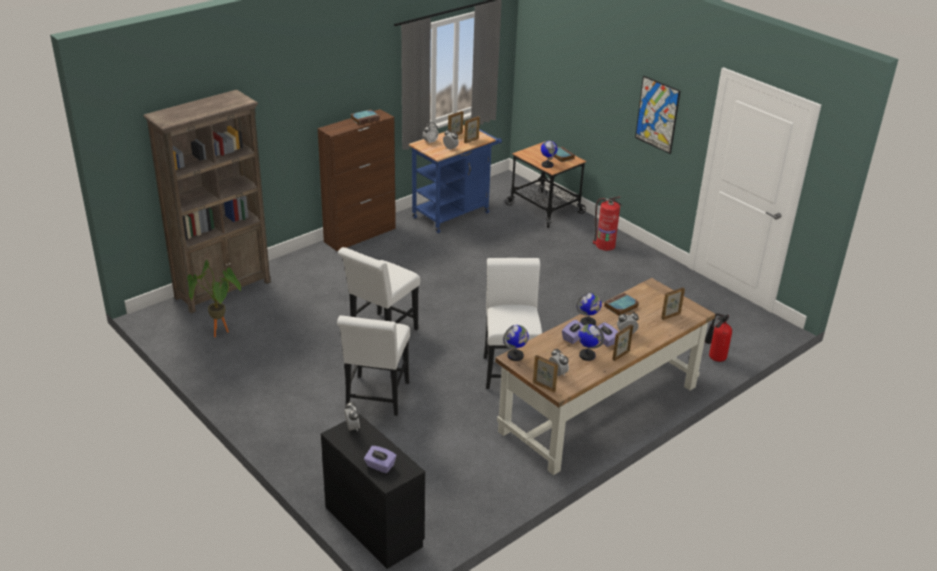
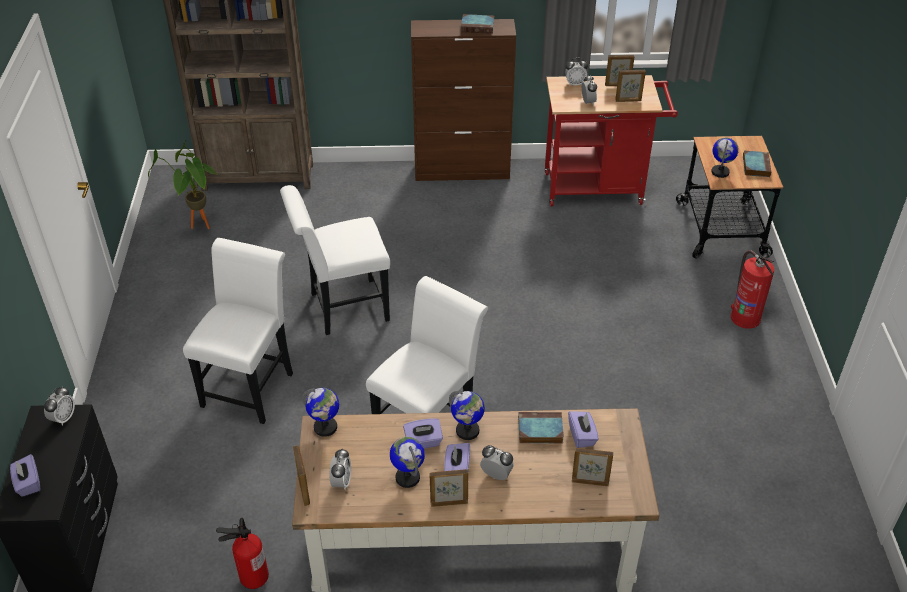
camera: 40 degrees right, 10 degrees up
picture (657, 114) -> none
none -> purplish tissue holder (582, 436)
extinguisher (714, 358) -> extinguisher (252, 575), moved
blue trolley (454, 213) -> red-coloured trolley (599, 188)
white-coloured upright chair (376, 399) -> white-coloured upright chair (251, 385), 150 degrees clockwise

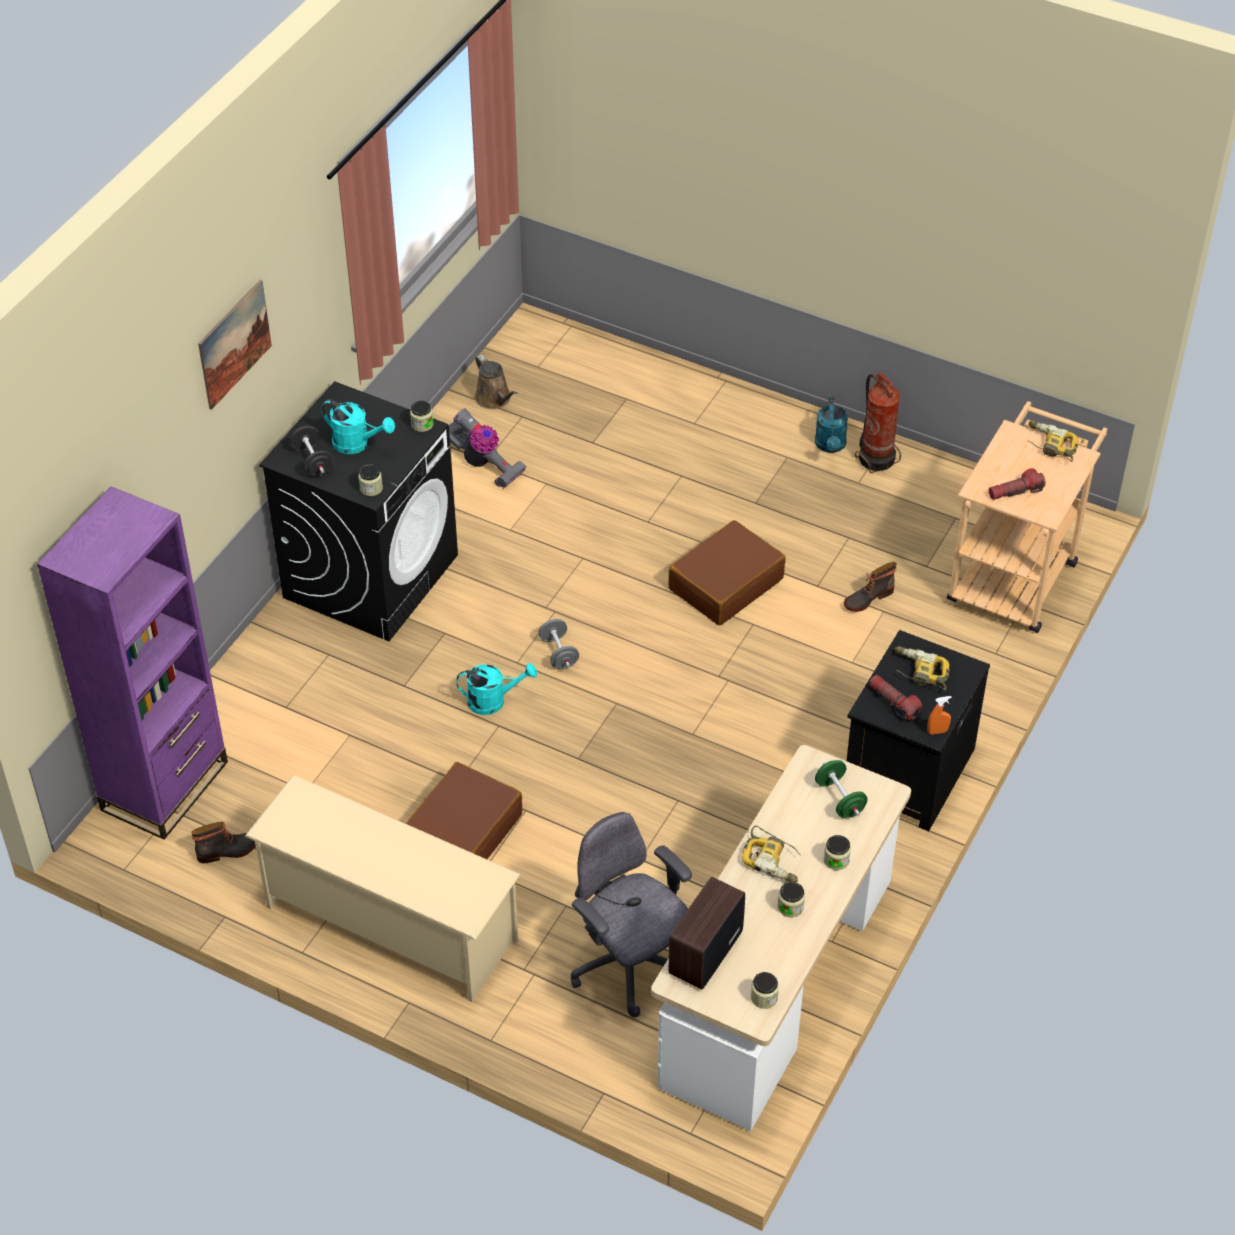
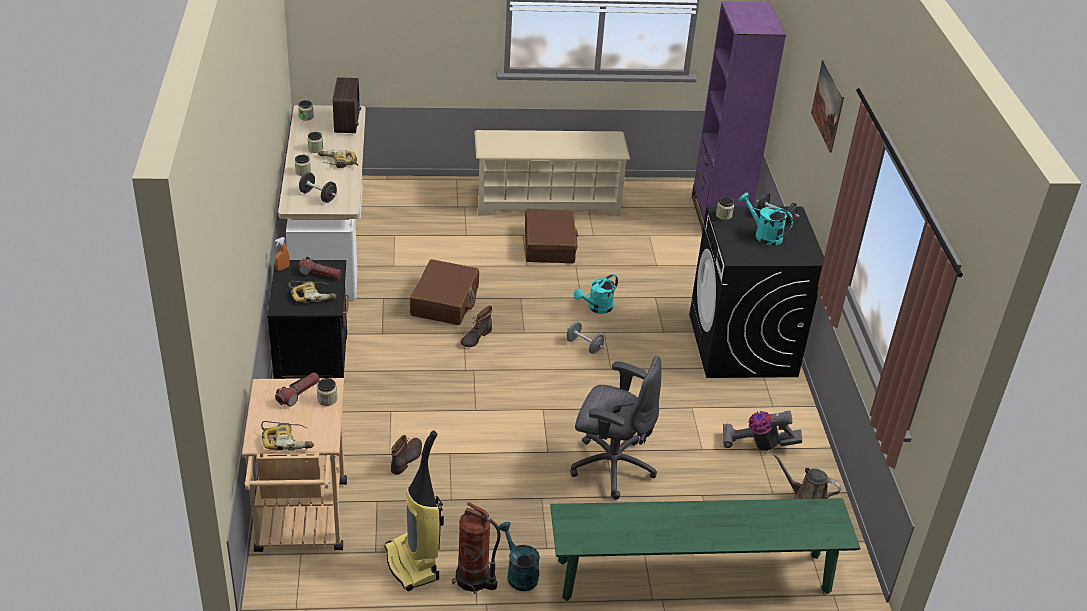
camera: 145 degrees right, 10 degrees down
none -> vacuum (413, 564)
none -> greenish long seat (694, 576)
high-top boot (228, 850) -> high-top boot (475, 337), moved
jar (422, 424) -> jar (327, 399), moved
greyish computer chair (629, 967) -> greyish computer chair (611, 466), moved
brown suitcase (725, 583) -> brown suitcase (445, 301), moved
greenish dumbbell (840, 799) -> black dumbbell (318, 196)
turquoise sprinkling can (357, 444) -> turquoise sprinkling can (763, 235), 45 degrees clockwise

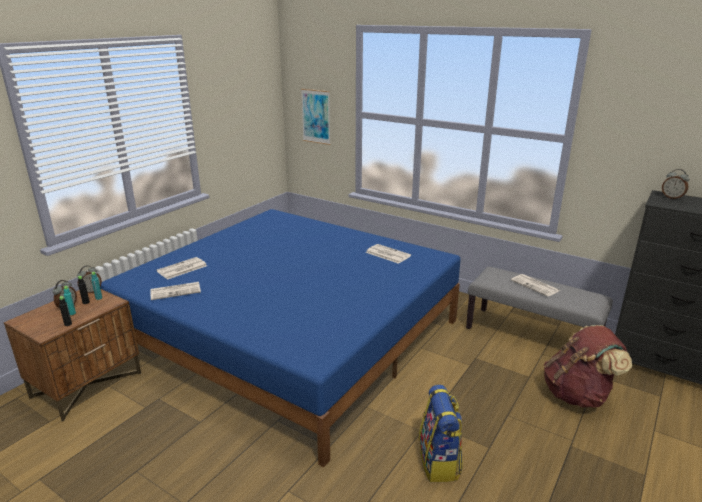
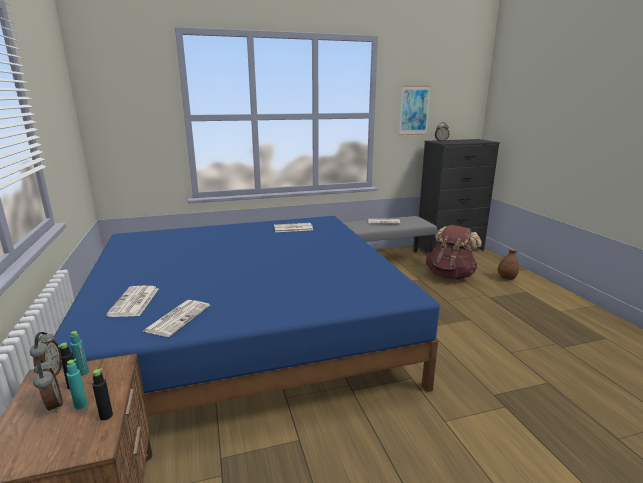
camera: 50 degrees left, 5 degrees down
knapsack (439, 462) -> none
none -> brown vase (506, 278)
picture (316, 116) -> picture (414, 110), moved

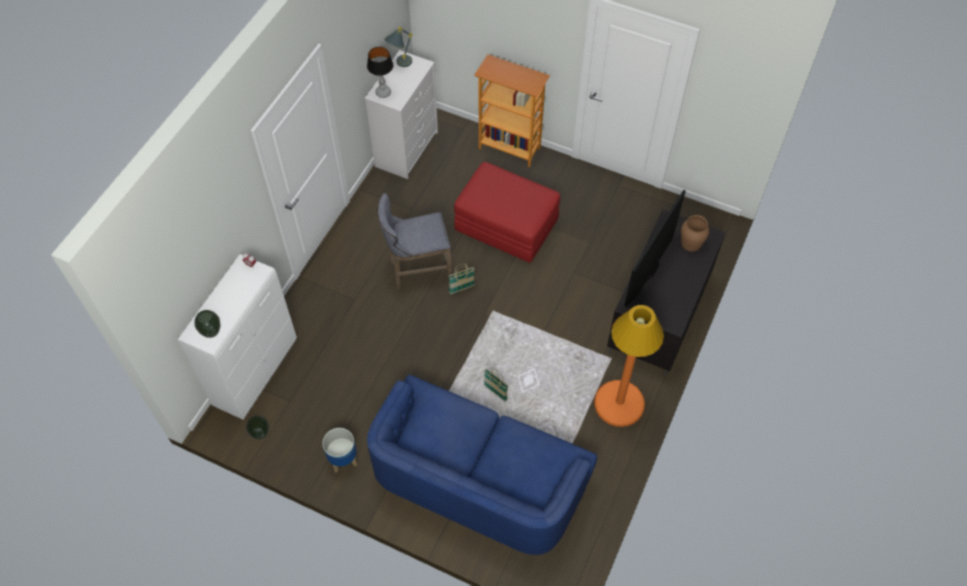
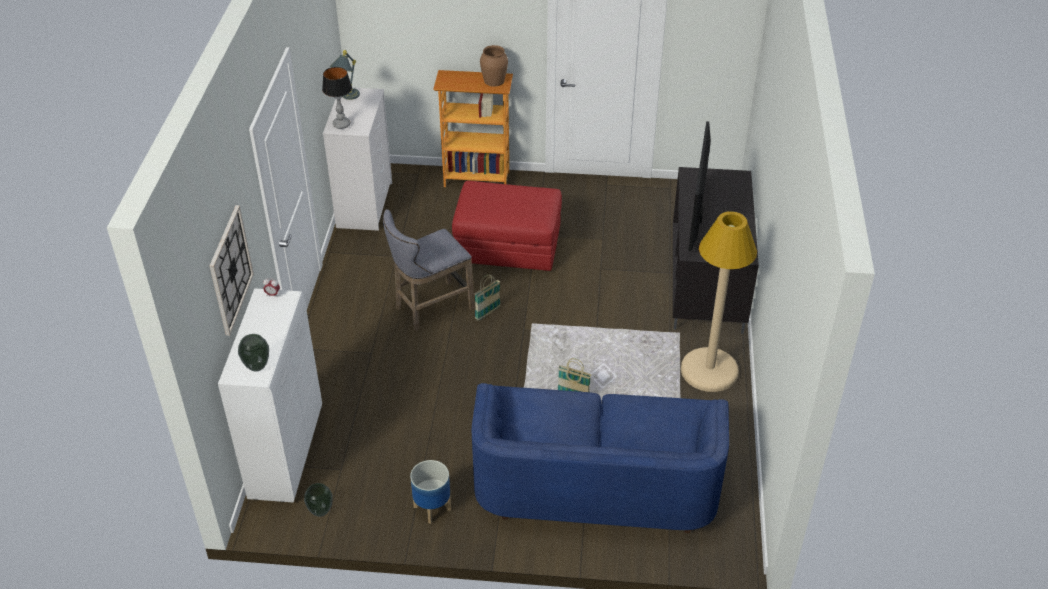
camera: 20 degrees left, 15 degrees down
none -> hanging clock (230, 270)
brown vase (691, 243) -> brown vase (494, 80), moved
orangey standing lamp (619, 403) -> beige-coloured standing lamp (709, 370)

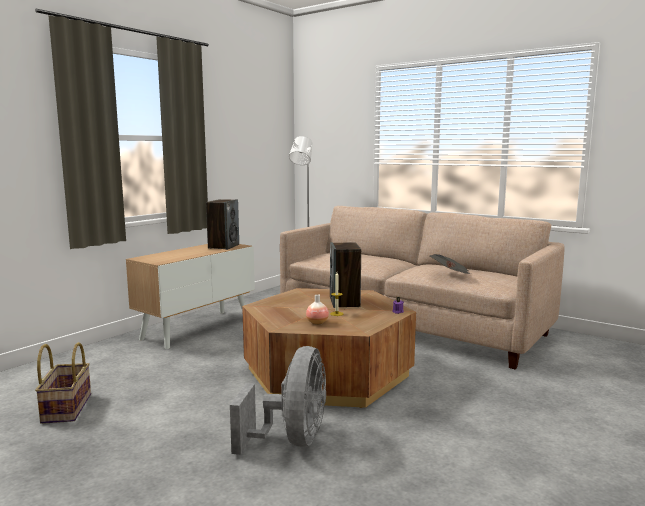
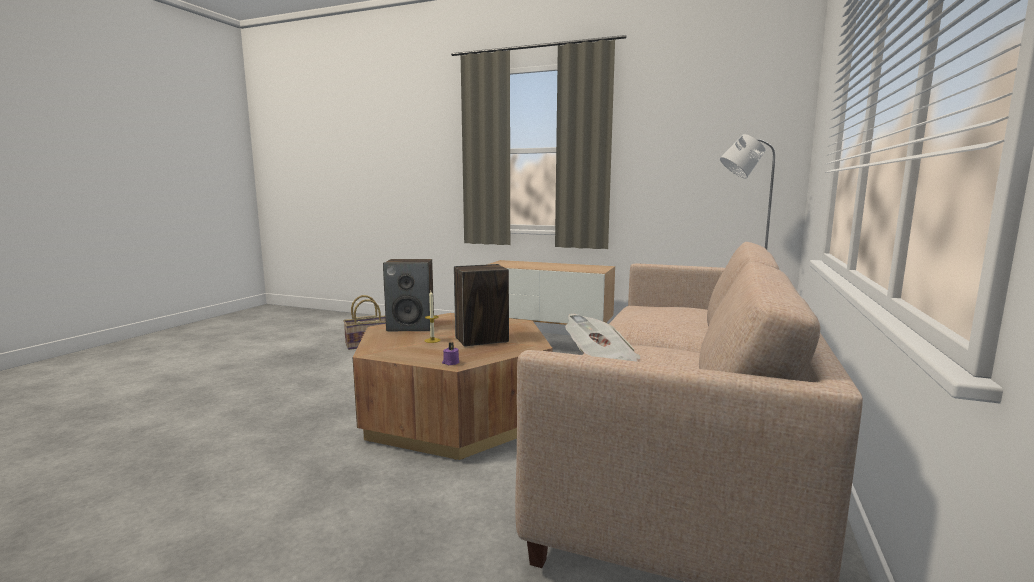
camera: 75 degrees right, 0 degrees up
greyish fan (292, 440) -> none
vase (317, 323) -> none
audio speaker (223, 246) -> audio speaker (411, 327), moved

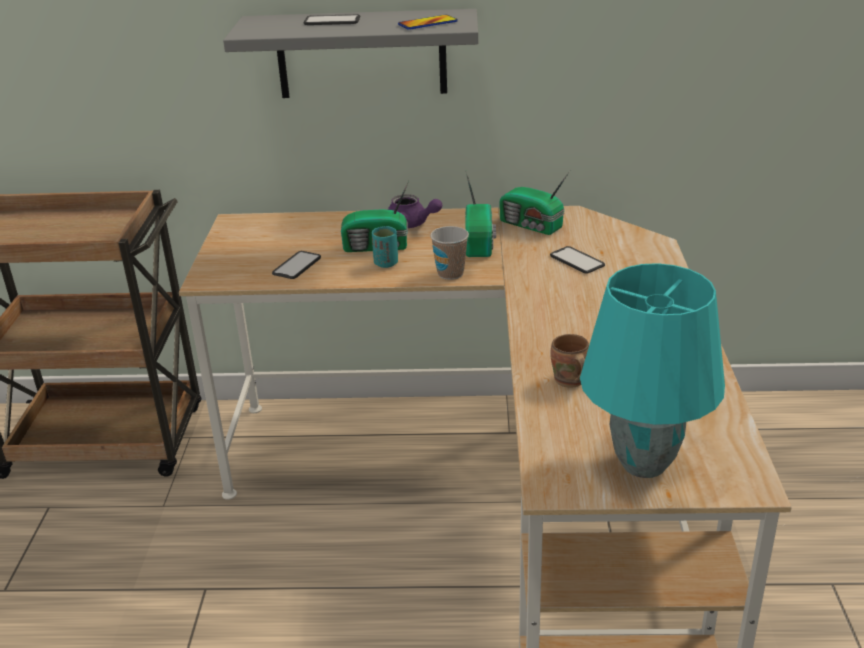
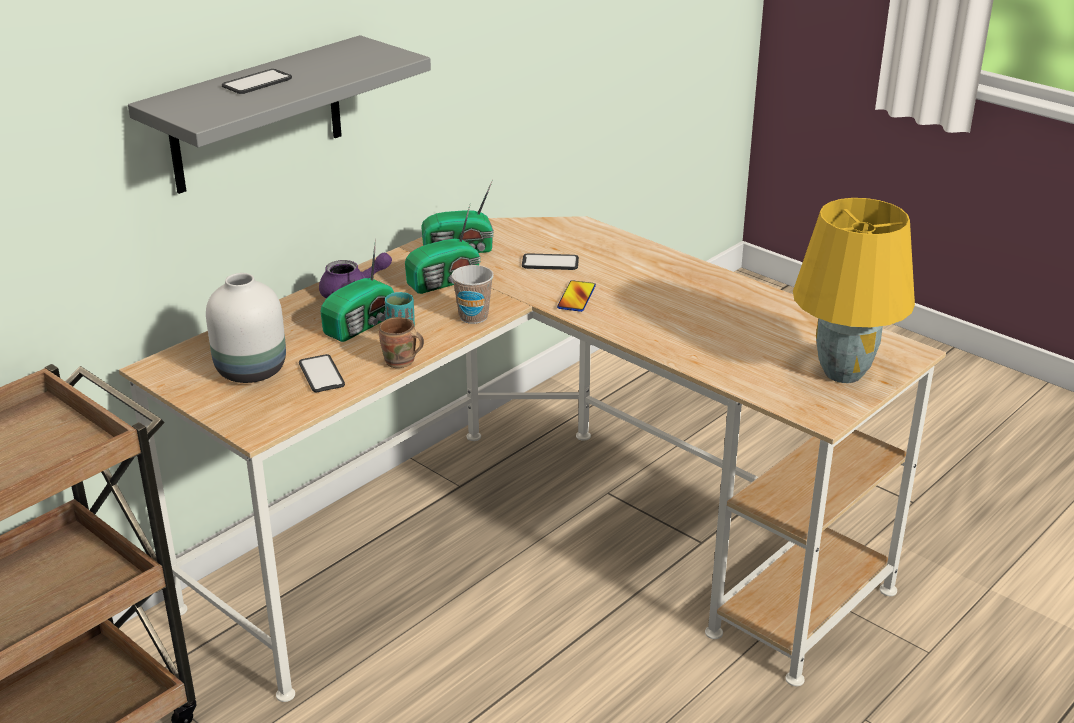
camera: 50 degrees left, 0 degrees up
none -> white-coloured vase (251, 369)
telephone (427, 23) -> telephone (576, 297), moved
brown coffee mug (569, 382) -> brown coffee mug (401, 363), moved
turquoise tabletop lamp (644, 463) -> yellow-coloured tabletop lamp (842, 372)
radio (480, 242) -> radio (446, 282), 105 degrees clockwise

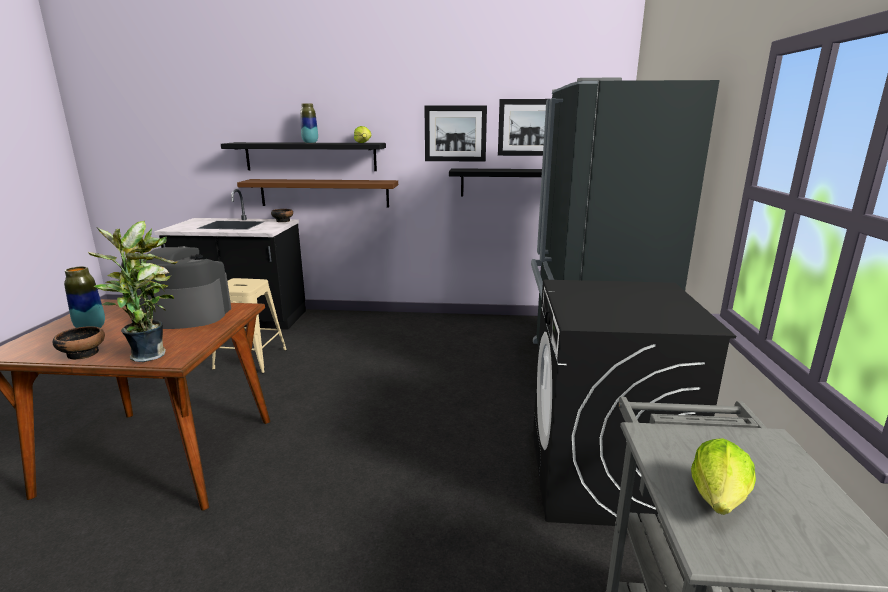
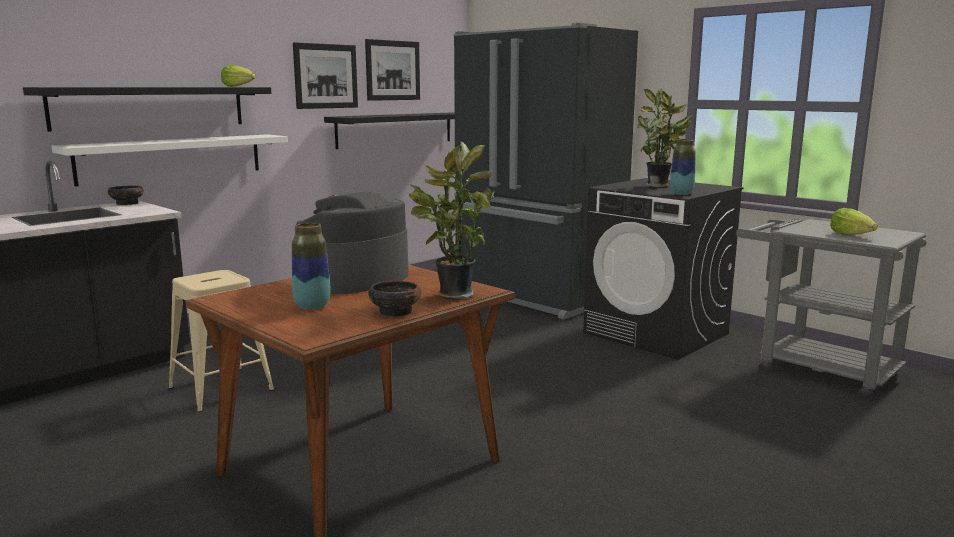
camera: 50 degrees left, 5 degrees down
none -> houseplant (660, 186)
vase (310, 143) -> vase (681, 194), moved
brown bracket shelf (324, 193) -> white-coloured bracket shelf (172, 158)

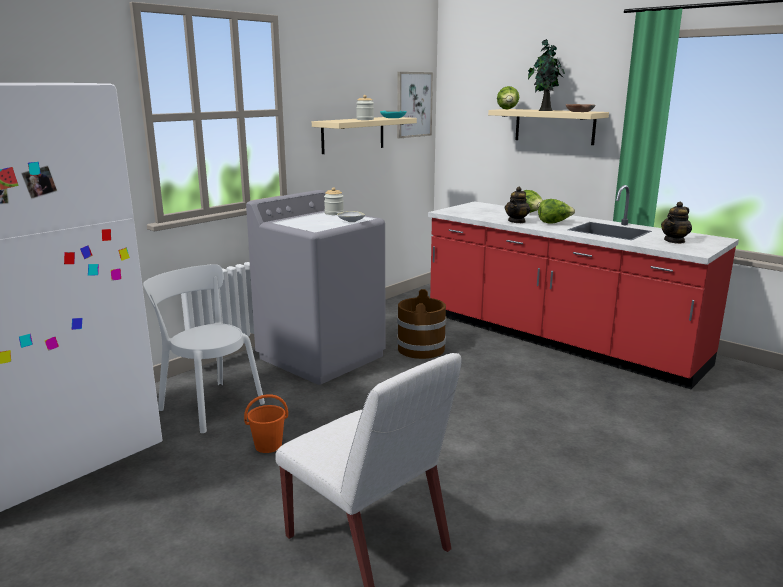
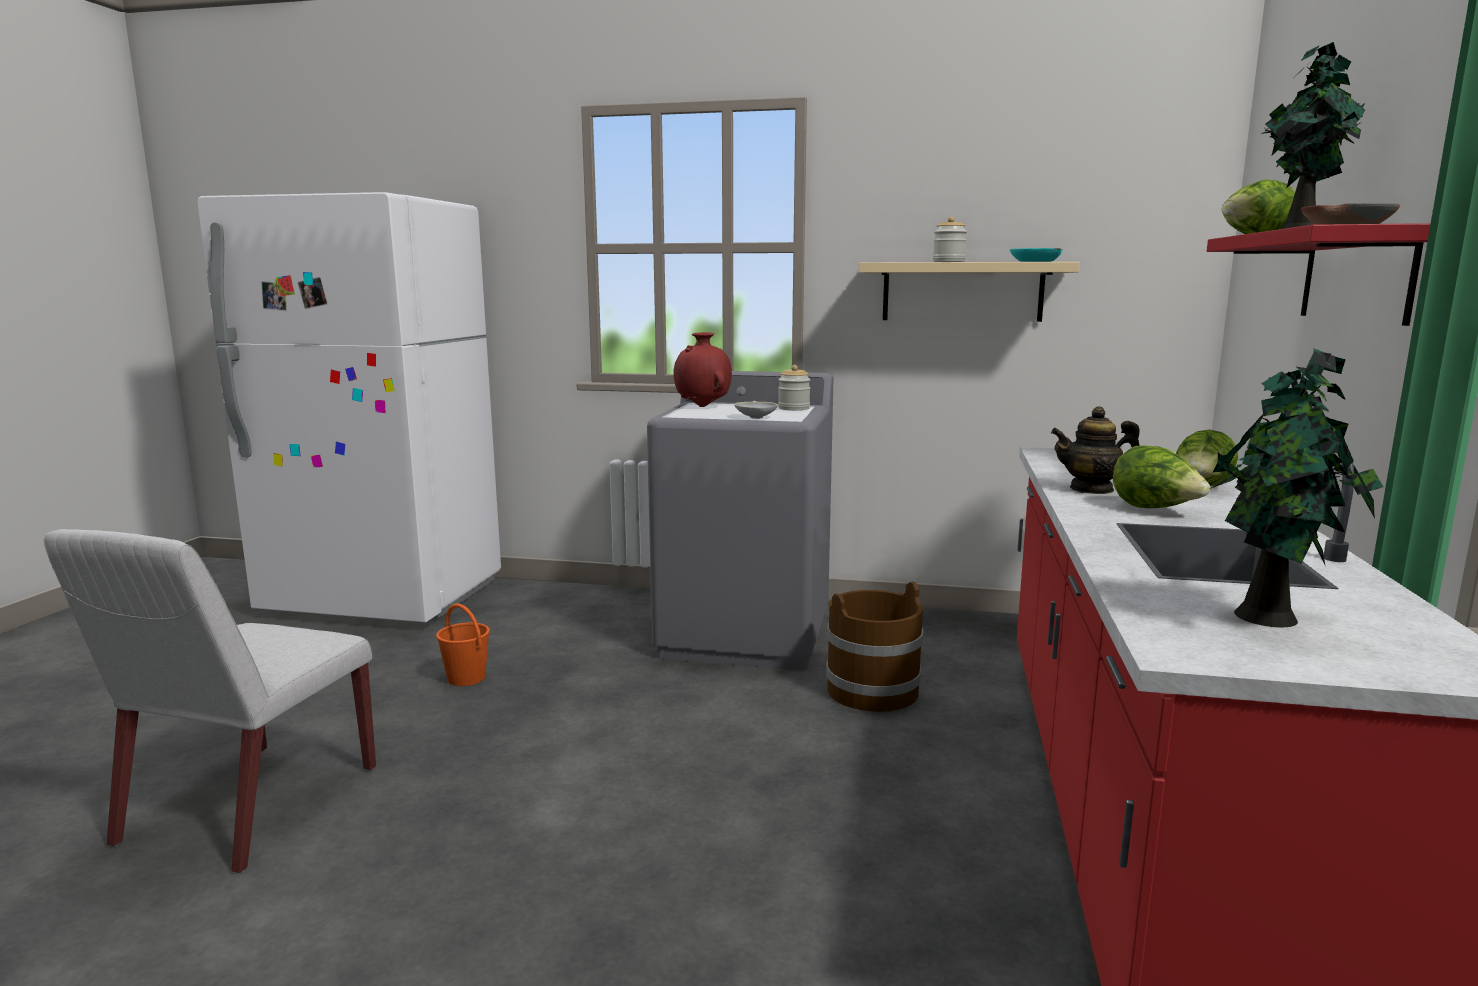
camera: 60 degrees right, 5 degrees down
white-coloured upright chair (209, 404) -> none
picture (413, 104) -> none
none -> red-coloured vase (703, 406)
tea pot (674, 241) -> houseplant (1270, 619)
beige-coloured bracket shelf (554, 126) -> red-coloured bracket shelf (1356, 276)

